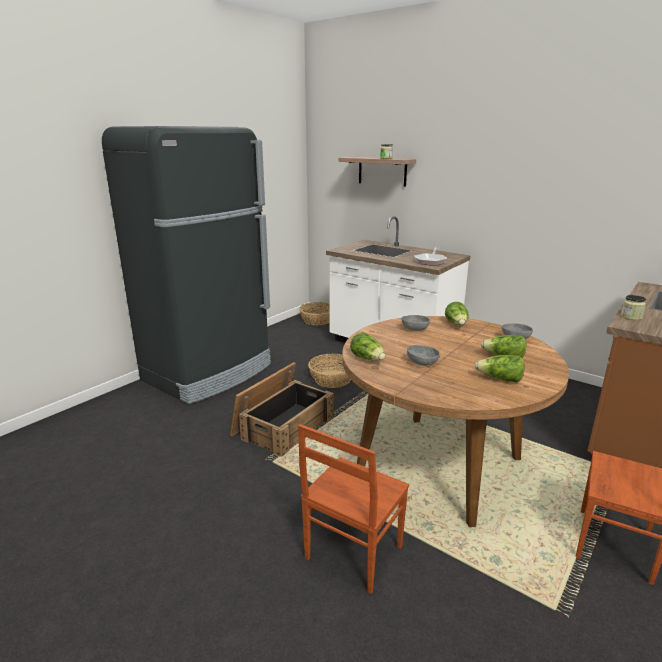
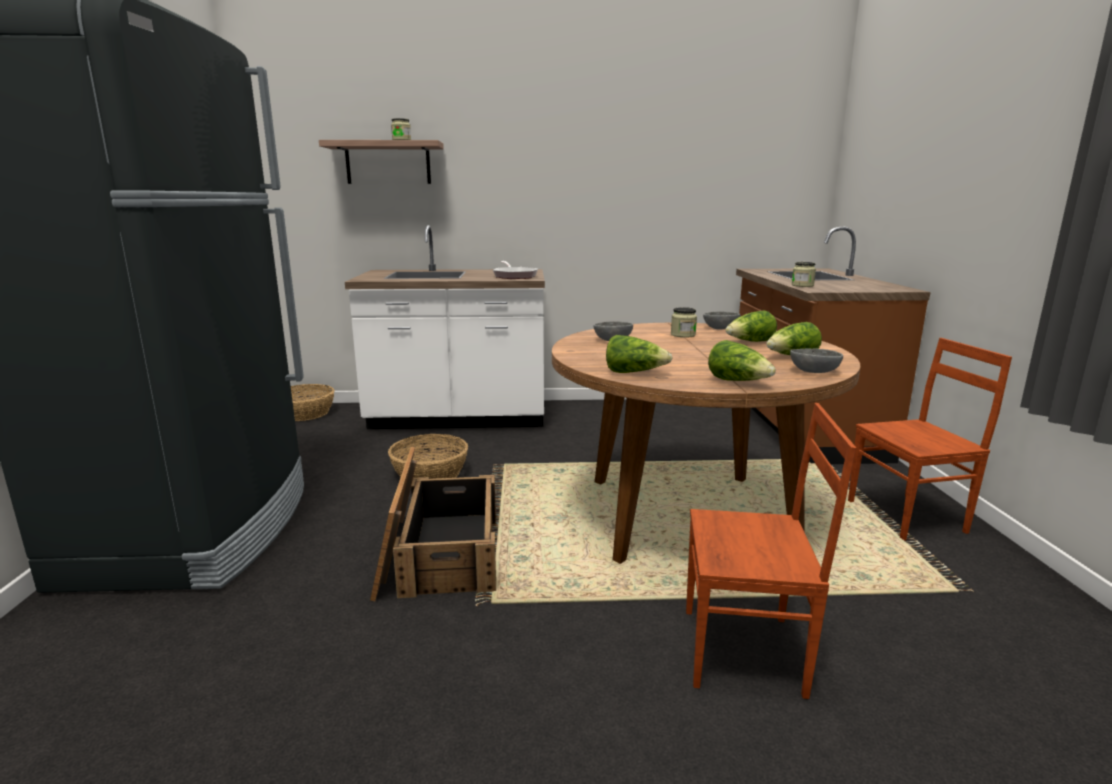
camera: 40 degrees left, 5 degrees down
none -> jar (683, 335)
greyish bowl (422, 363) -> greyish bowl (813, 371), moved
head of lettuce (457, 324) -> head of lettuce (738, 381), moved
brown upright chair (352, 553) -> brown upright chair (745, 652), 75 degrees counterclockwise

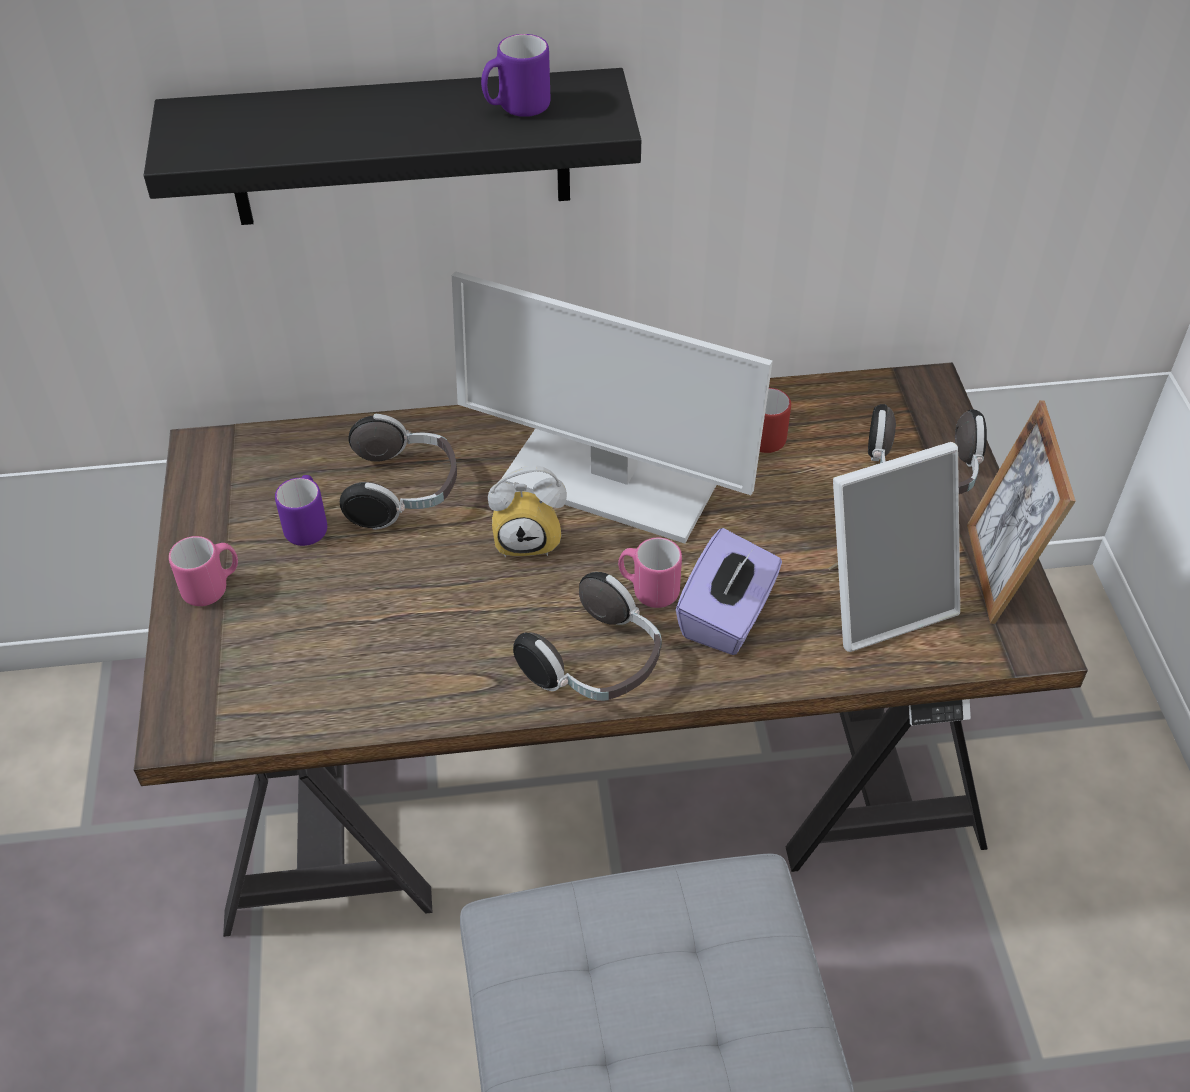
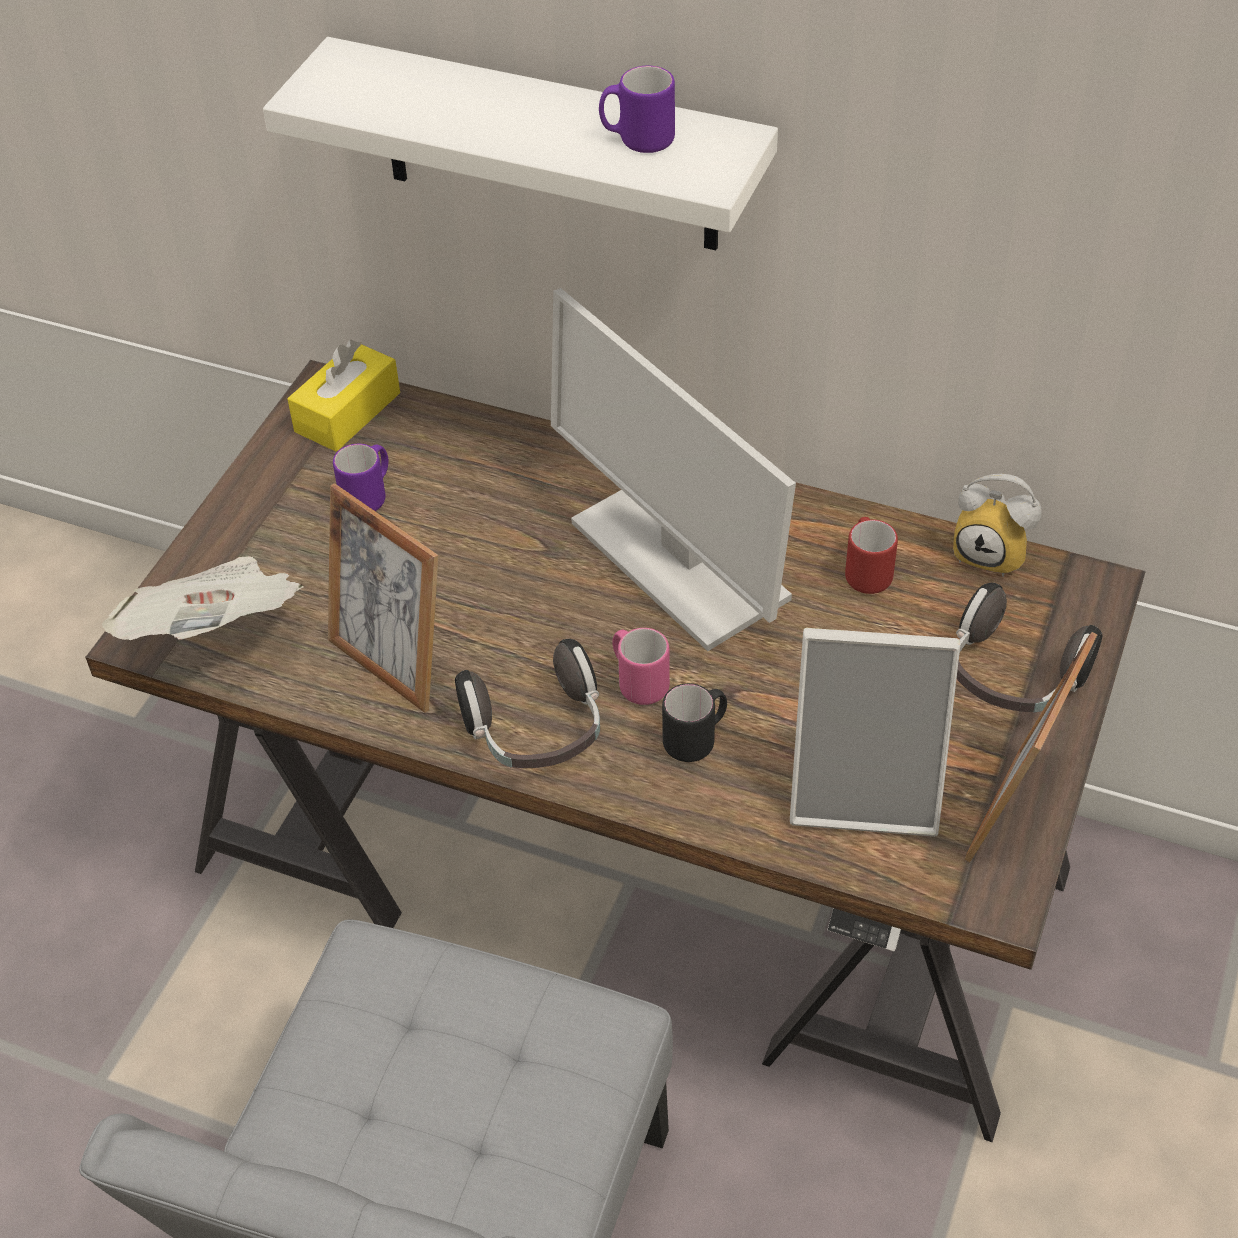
camera: 30 degrees right, 0 degrees up
pink coffee mug (212, 587) -> none
pair of headphones (403, 491) -> none
none -> printed paper (216, 632)
none -> yellow-coloured tissue holder (347, 412)
none -> picture frame (391, 664)
table clock (529, 538) -> table clock (993, 554), moved
purplish tissue holder (727, 616) -> black coffee mug (696, 739)
black bracket shelf (399, 148) -> white-coloured bracket shelf (549, 147)

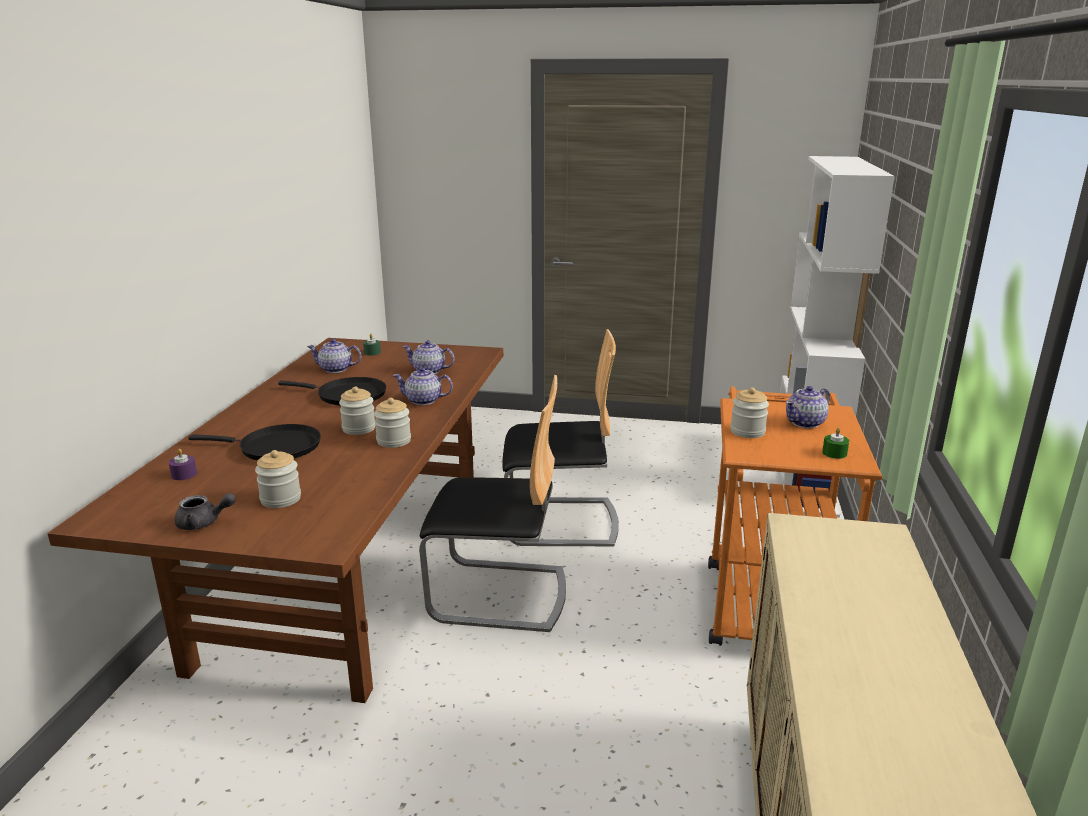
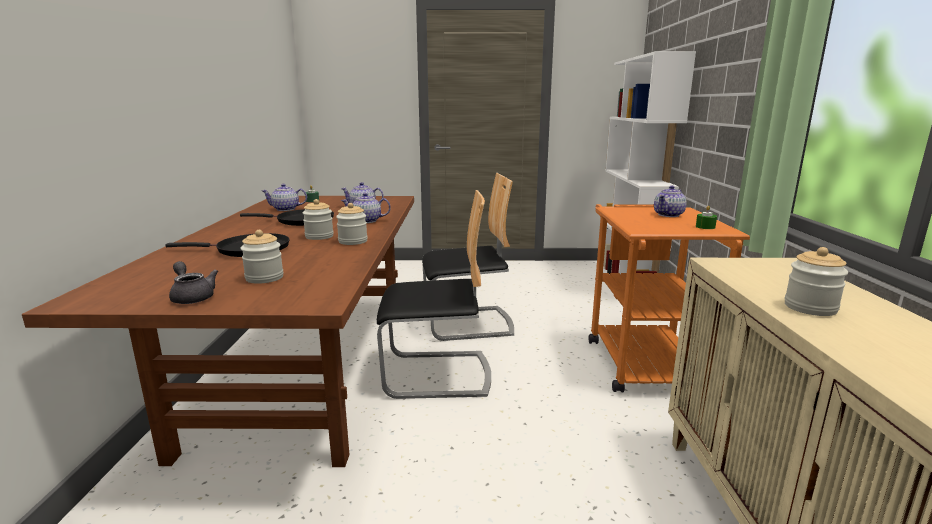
camera: 10 degrees left, 5 degrees down
purplish candle (184, 474) -> none
jar (747, 431) -> jar (810, 307), moved
greyish tea pot (204, 523) -> greyish tea pot (192, 297), 120 degrees counterclockwise

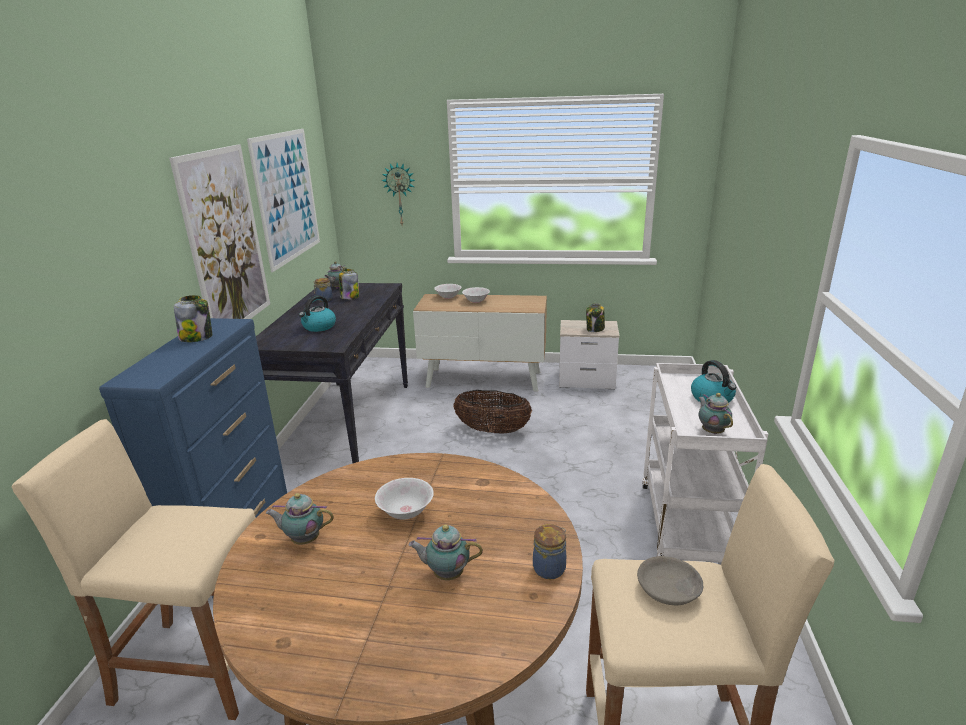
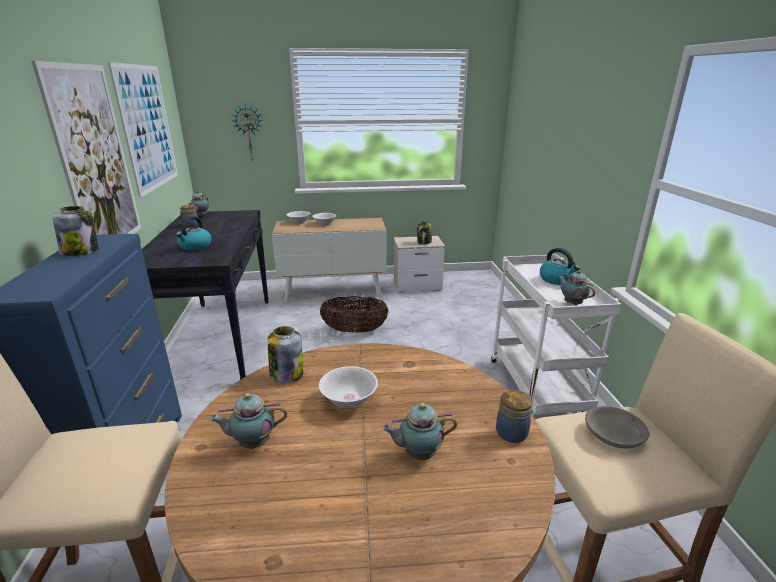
camera: 15 degrees left, 0 degrees up
jar (350, 297) -> jar (286, 374), moved

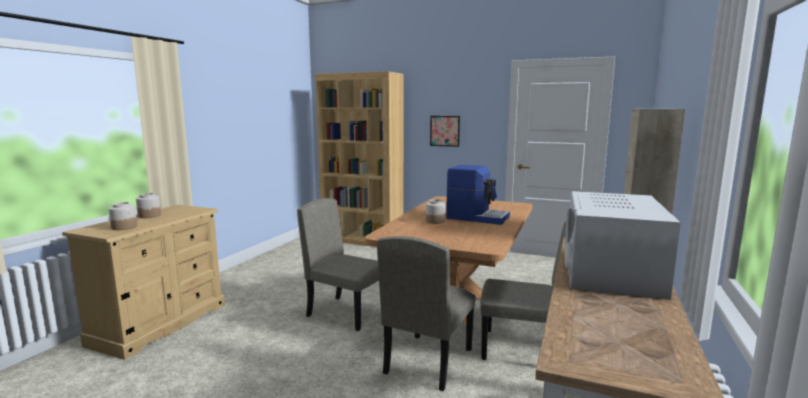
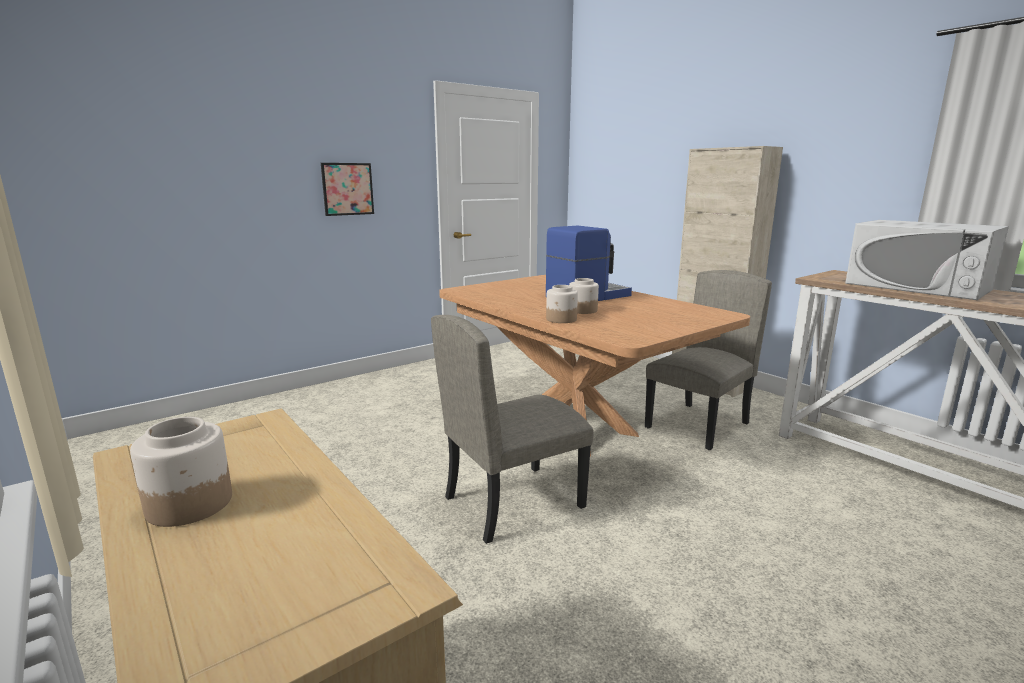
camera: 60 degrees left, 5 degrees up
brown shelving unit (362, 240) -> none
beige-coloured upright chair (428, 360) -> none
jar (124, 227) -> jar (561, 319), moved

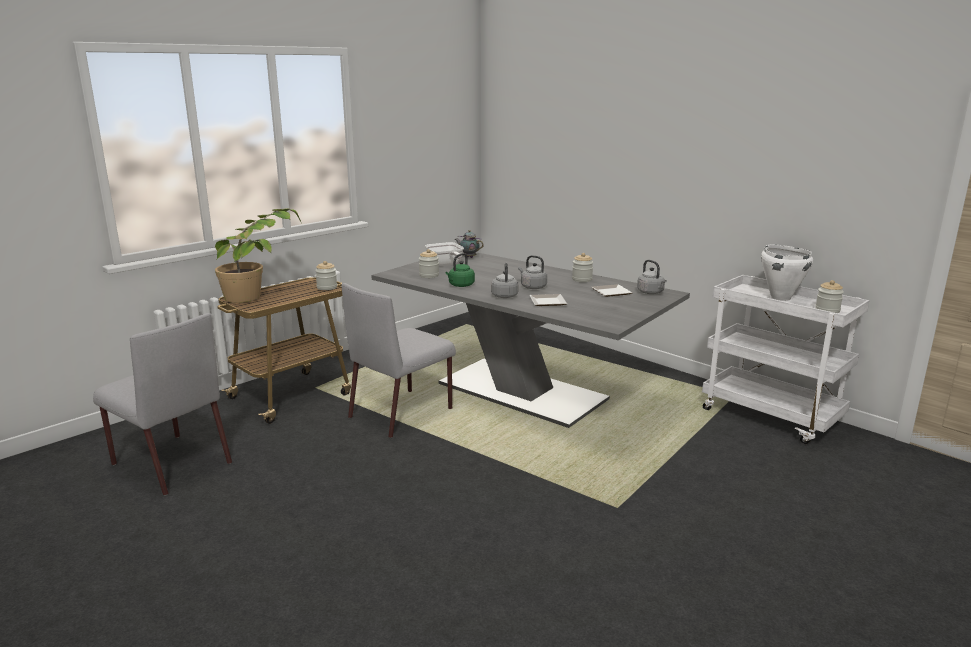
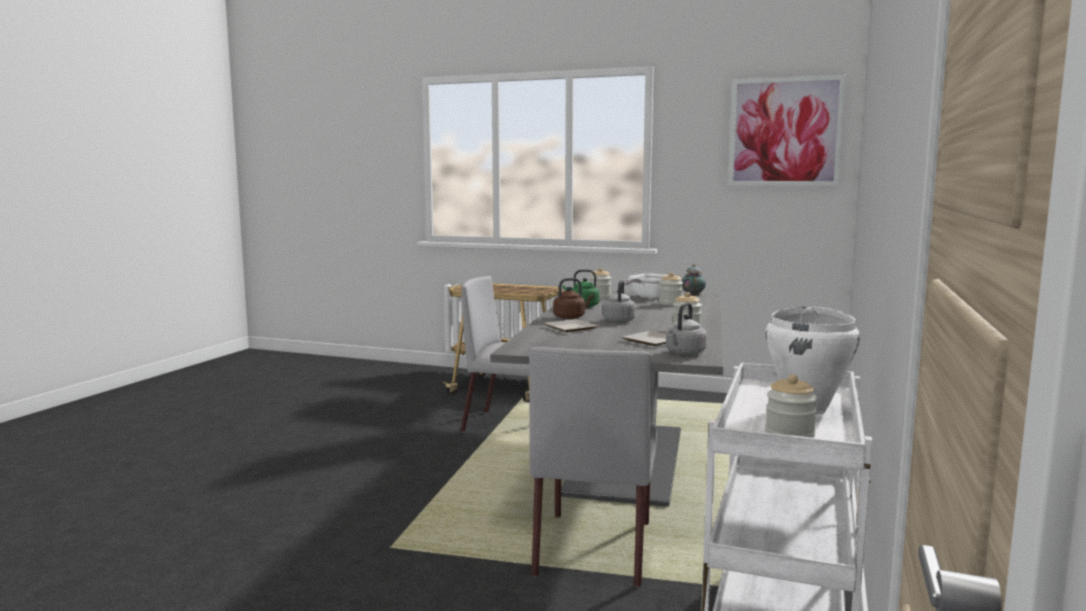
camera: 65 degrees right, 10 degrees down
houseplant (261, 294) -> none
none -> picture (785, 132)
greyish upright chair (170, 463) -> greyish upright chair (594, 547), moved
jar (327, 287) -> jar (670, 303), moved
greyish tea kettle (504, 295) -> brown tea kettle (571, 317)

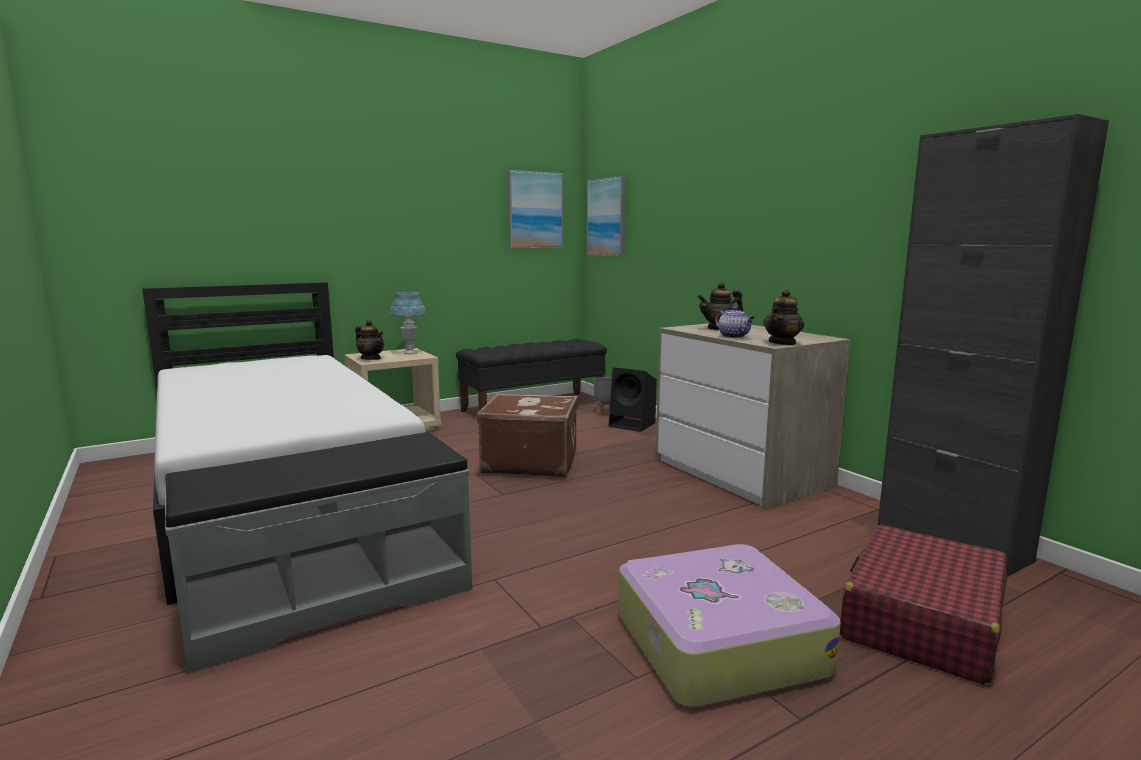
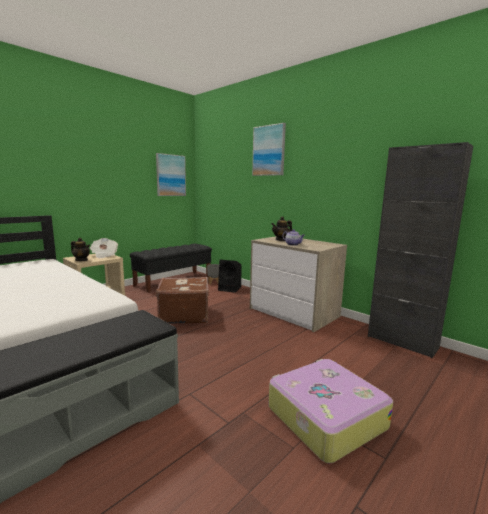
camera: 15 degrees left, 0 degrees up
tea pot (782, 343) -> none
red-coloured suitcase (921, 621) -> none
picture (607, 217) -> picture (269, 150), moved
blue tabletop lamp (410, 352) -> printed paper (104, 255)

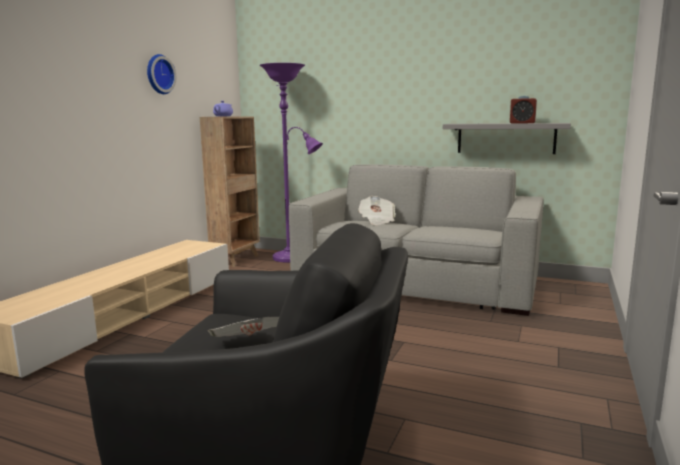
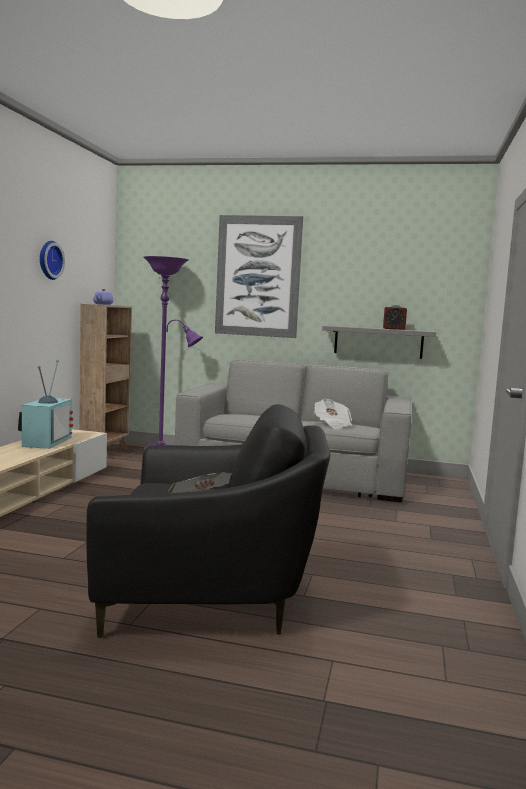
camera: 10 degrees left, 5 degrees down
none -> TV (45, 441)
none -> picture (258, 276)
printed paper (377, 221) -> printed paper (332, 425), moved

